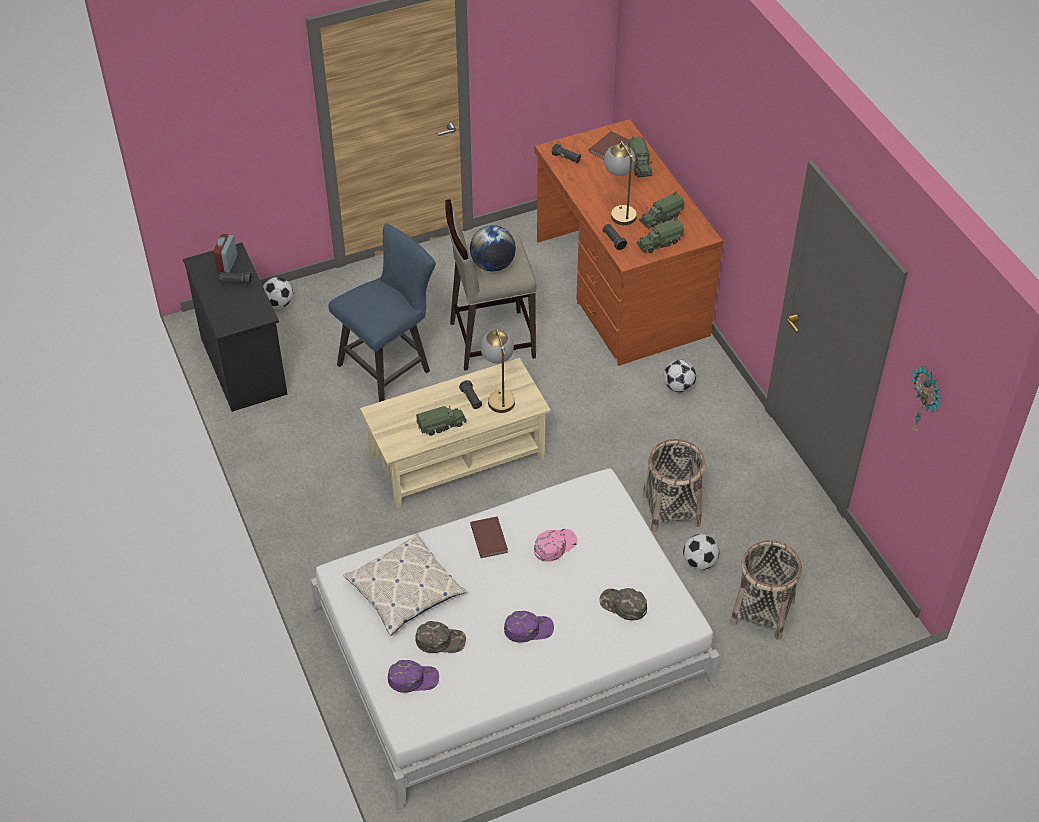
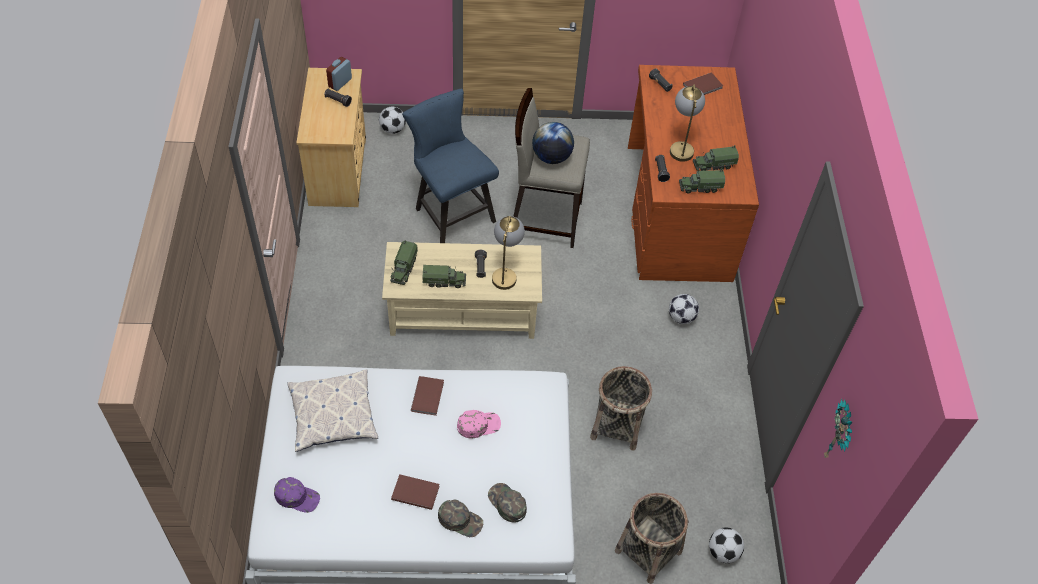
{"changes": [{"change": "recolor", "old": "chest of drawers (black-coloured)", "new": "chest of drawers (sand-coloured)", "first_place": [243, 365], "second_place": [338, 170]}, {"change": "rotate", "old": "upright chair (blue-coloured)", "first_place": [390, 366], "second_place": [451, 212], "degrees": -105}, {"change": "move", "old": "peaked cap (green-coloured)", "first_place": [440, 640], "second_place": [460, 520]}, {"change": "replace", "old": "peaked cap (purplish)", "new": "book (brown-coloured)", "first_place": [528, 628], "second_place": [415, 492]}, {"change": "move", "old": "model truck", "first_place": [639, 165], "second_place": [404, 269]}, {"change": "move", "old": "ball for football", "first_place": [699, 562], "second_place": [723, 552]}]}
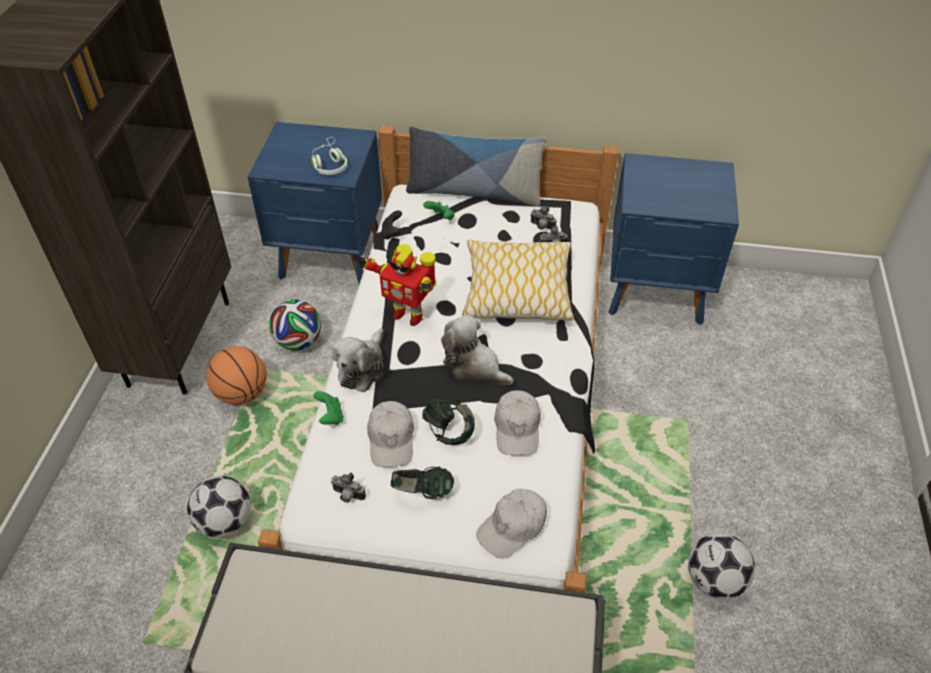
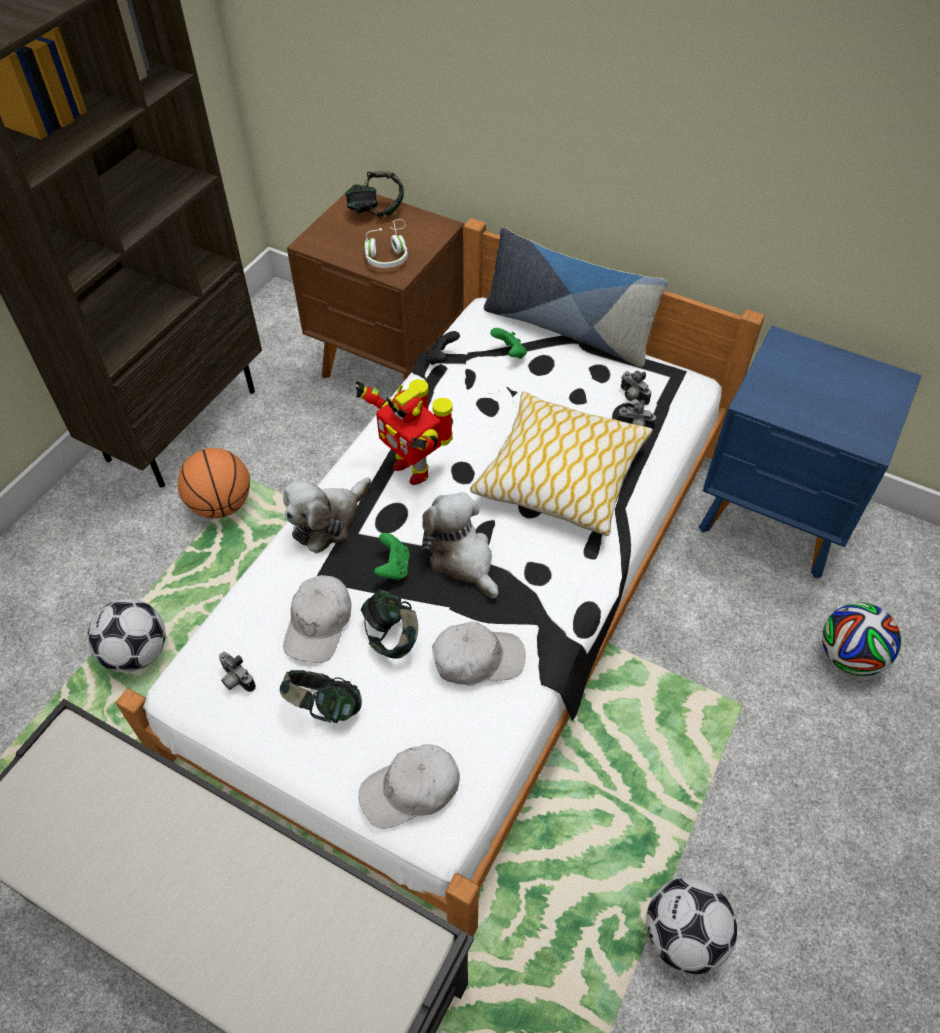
{"changes": [{"change": "recolor", "old": "nightstand (blue-coloured)", "new": "nightstand (brown-coloured)", "first_place": [332, 258], "second_place": [391, 367]}, {"change": "move", "old": "ball for football", "first_place": [298, 342], "second_place": [849, 657]}, {"change": "move", "old": "game controller (green-coloured)", "first_place": [330, 416], "second_place": [393, 567]}, {"change": "rotate", "old": "peaked cap (white-coloured)", "first_place": [517, 428], "second_place": [477, 659], "degrees": -120}, {"change": "insert", "new": "pair of headphones", "second_place": [376, 211]}]}
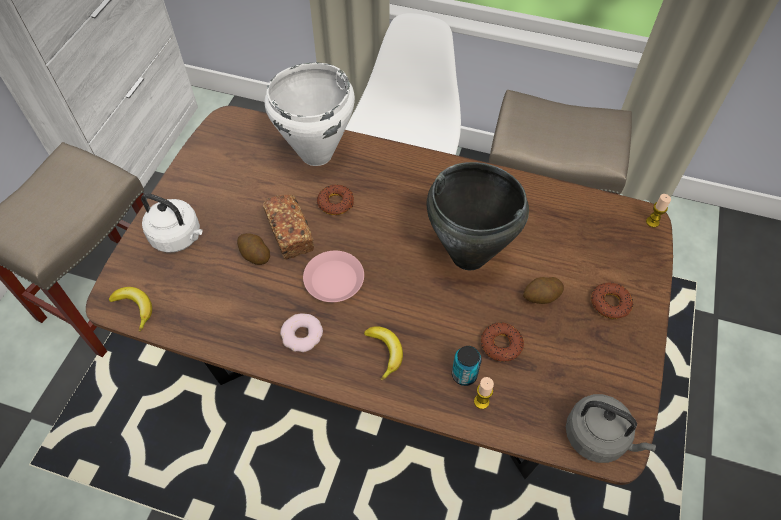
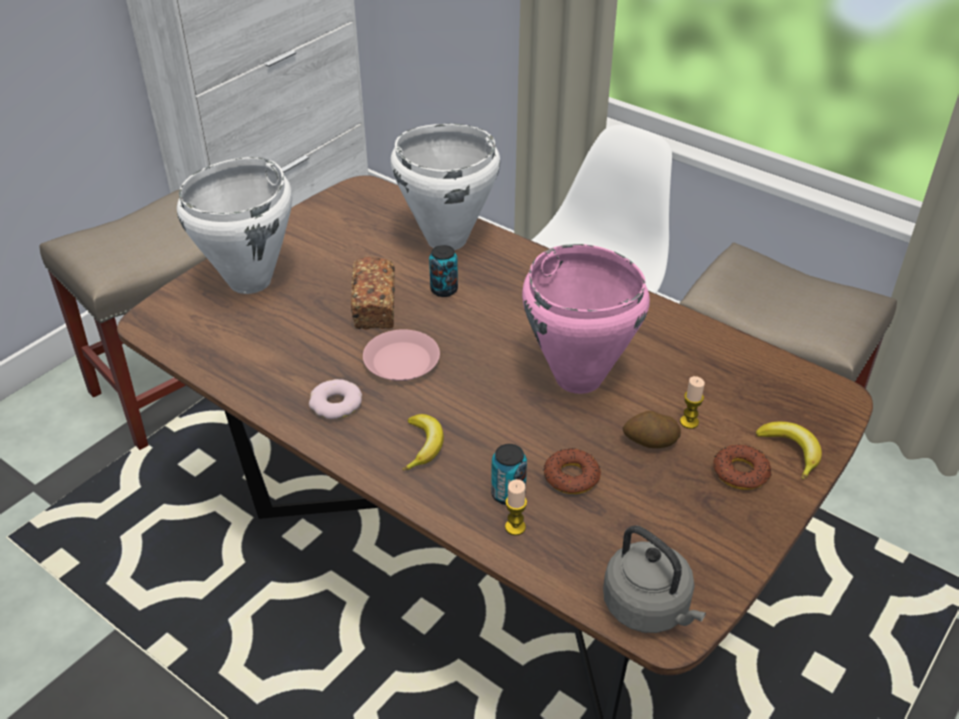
{"changes": [{"change": "move", "old": "banana", "first_place": [135, 307], "second_place": [791, 451]}, {"change": "replace", "old": "tea kettle (white-coloured)", "new": "cooking pot (white-coloured)", "first_place": [179, 237], "second_place": [251, 281]}, {"change": "delete", "old": "spud", "first_place": [255, 255]}, {"change": "replace", "old": "donut", "new": "sealed can", "first_place": [336, 203], "second_place": [444, 290]}, {"change": "recolor", "old": "cooking pot (black-coloured)", "new": "cooking pot (pink-coloured)", "first_place": [469, 256], "second_place": [578, 379]}, {"change": "move", "old": "candle", "first_place": [652, 222], "second_place": [689, 422]}]}
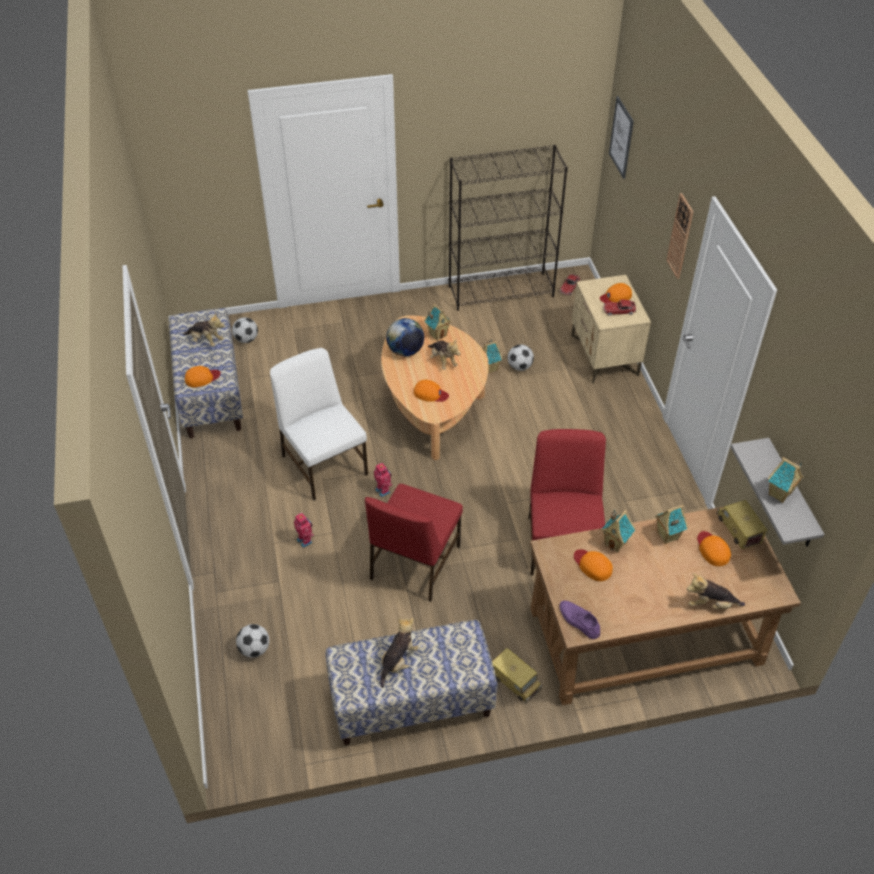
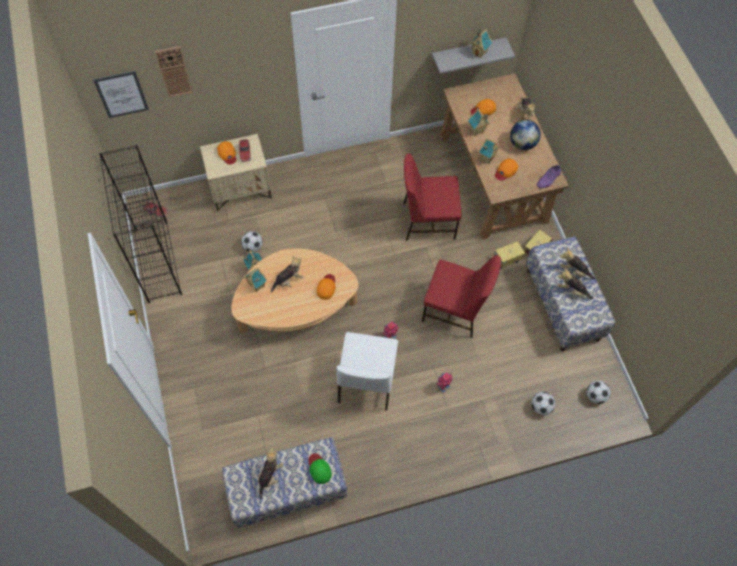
{"changes": [{"change": "recolor", "old": "peaked cap (orange)", "new": "peaked cap (green-coloured)", "first_place": [202, 378], "second_place": [319, 469]}, {"change": "move", "old": "ball for football", "first_place": [246, 339], "second_place": [595, 396]}, {"change": "rotate", "old": "upright chair (white-coloured)", "first_place": [324, 464], "second_place": [366, 382], "degrees": -45}, {"change": "move", "old": "globe", "first_place": [405, 351], "second_place": [522, 144]}, {"change": "move", "old": "wall clock", "first_place": [680, 236], "second_place": [174, 71]}, {"change": "move", "old": "model truck", "first_place": [738, 529], "second_place": [505, 259]}, {"change": "insert", "new": "plush toy", "second_place": [574, 270]}]}
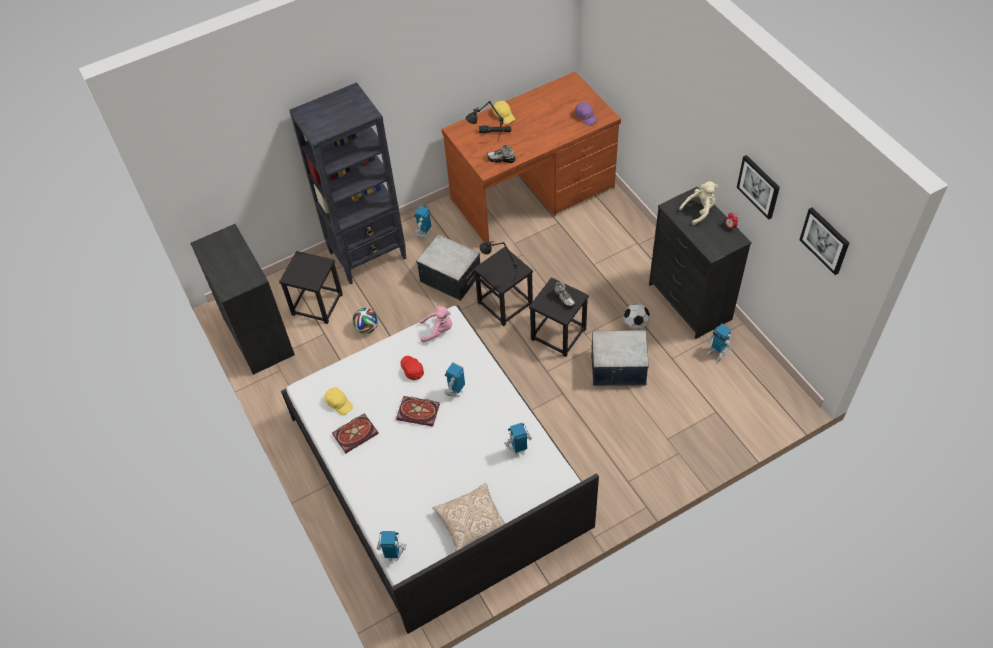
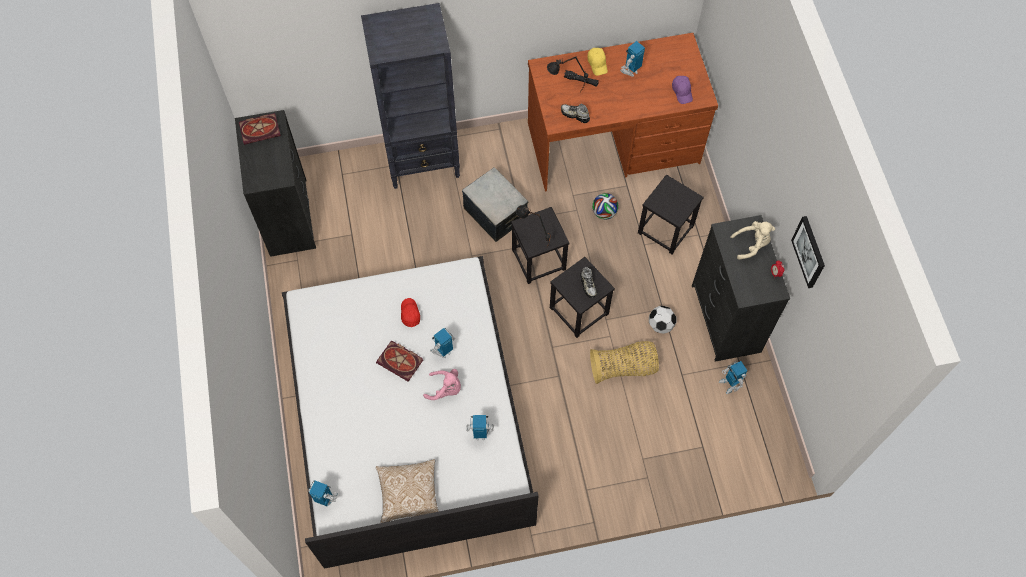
{"changes": [{"change": "move", "old": "stool seat (black-coloured)", "first_place": [317, 304], "second_place": [665, 229]}, {"change": "delete", "old": "peaked cap (yellow-coloured)", "first_place": [339, 403]}, {"change": "move", "old": "book", "first_place": [356, 433], "second_place": [261, 129]}, {"change": "move", "old": "ball for football", "first_place": [367, 328], "second_place": [604, 213]}, {"change": "move", "old": "toy robot", "first_place": [424, 233], "second_place": [631, 71]}, {"change": "move", "old": "plush toy (pink-coloured)", "first_place": [438, 330], "second_place": [445, 389]}, {"change": "replace", "old": "storage container", "new": "basket", "first_place": [618, 368], "second_place": [624, 368]}, {"change": "delete", "old": "picture", "first_place": [825, 240]}]}
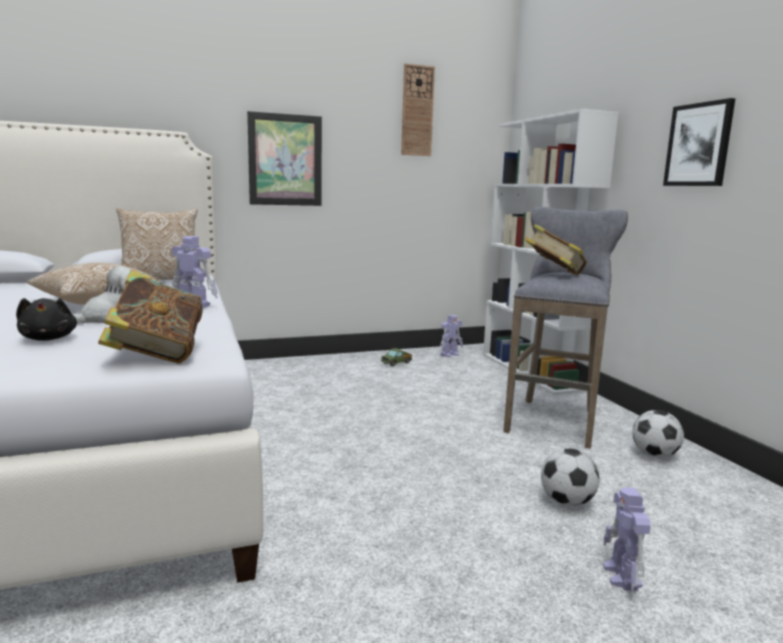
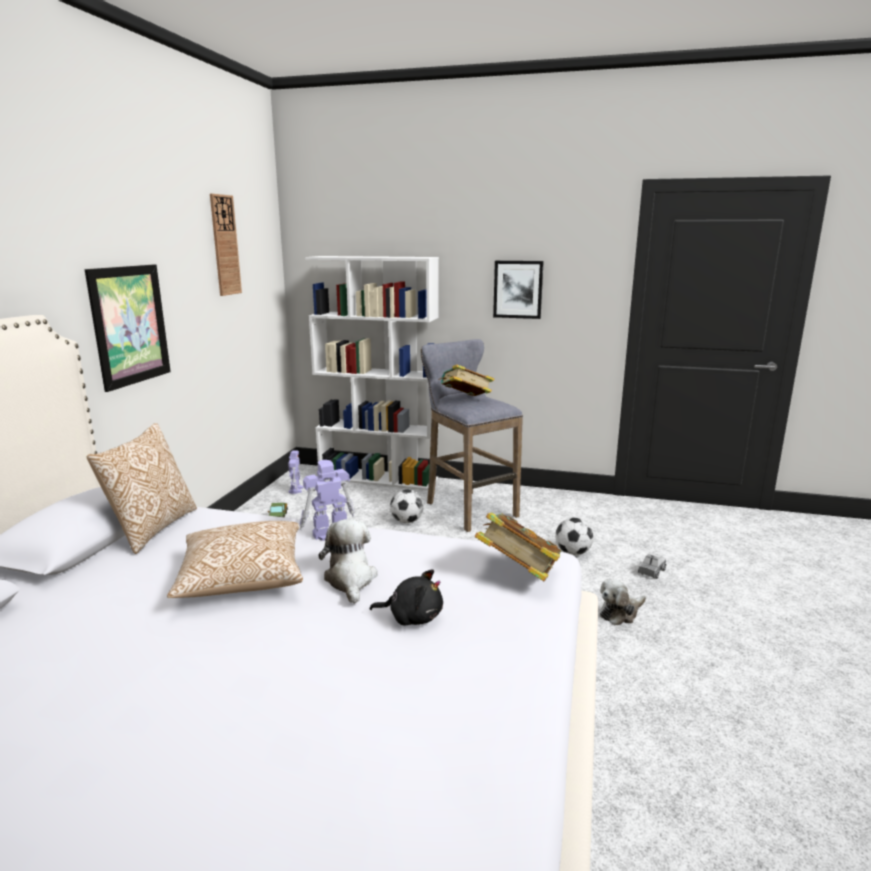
{"changes": [{"change": "replace", "old": "toy robot", "new": "model truck", "first_place": [622, 577], "second_place": [651, 572]}, {"change": "move", "old": "ball for football", "first_place": [654, 455], "second_place": [407, 521]}, {"change": "insert", "new": "plush toy", "second_place": [620, 613]}]}
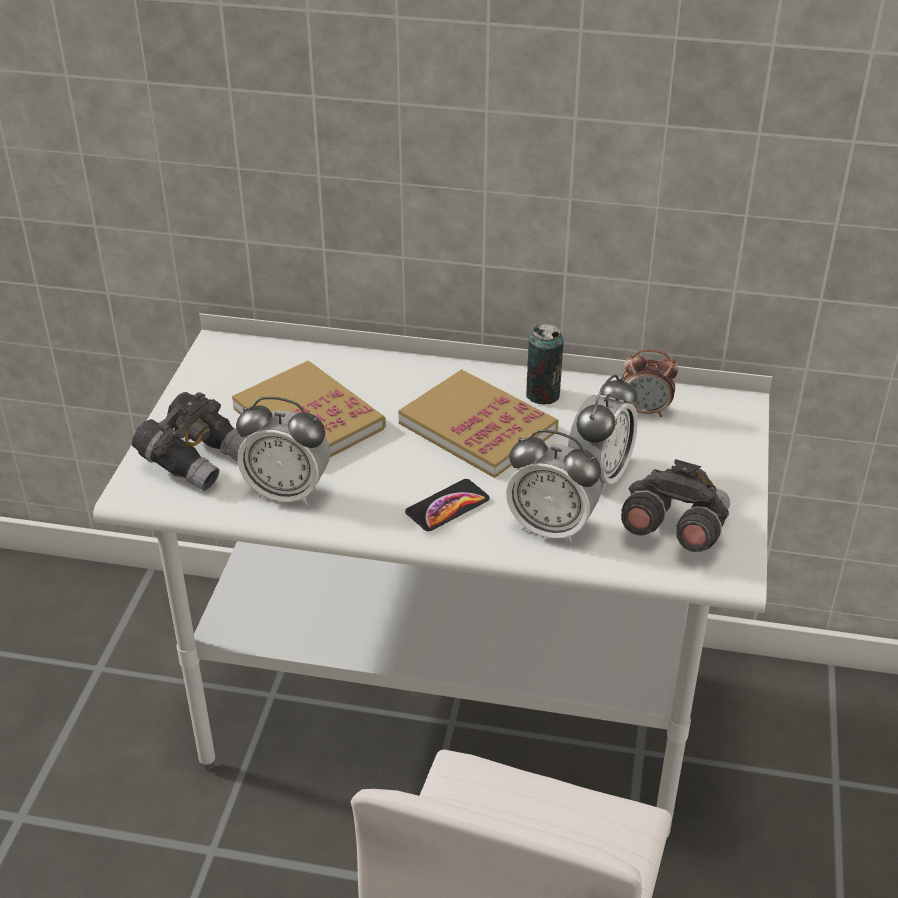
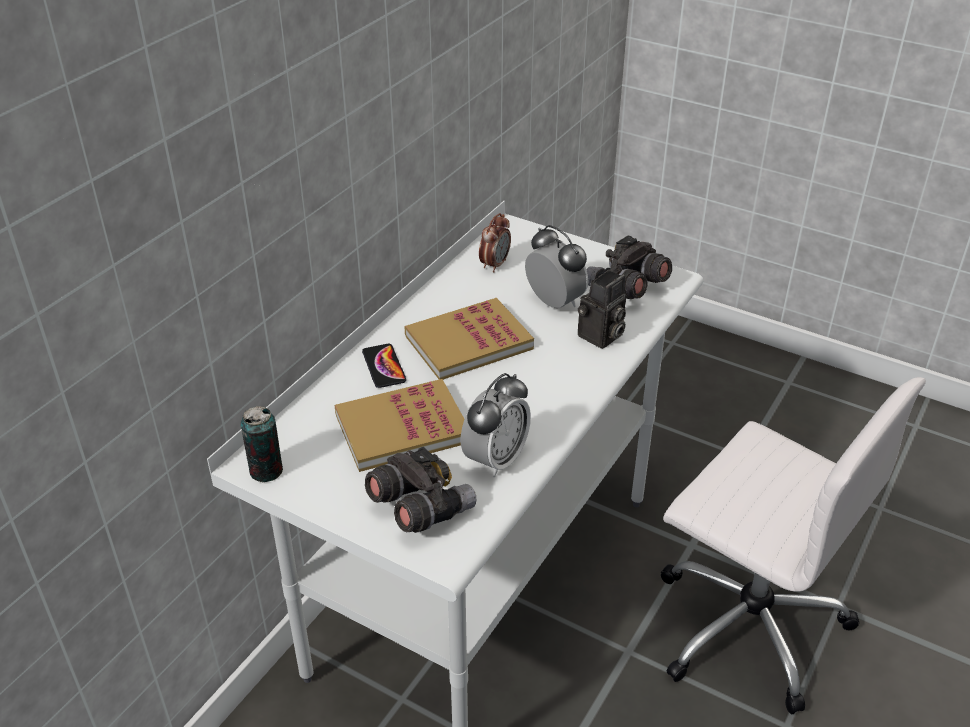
{"changes": [{"change": "move", "old": "handset", "first_place": [447, 506], "second_place": [384, 366]}, {"change": "replace", "old": "bedside clock", "new": "photo camera", "first_place": [551, 527], "second_place": [600, 337]}, {"change": "move", "old": "sealed can", "first_place": [542, 395], "second_place": [266, 471]}]}
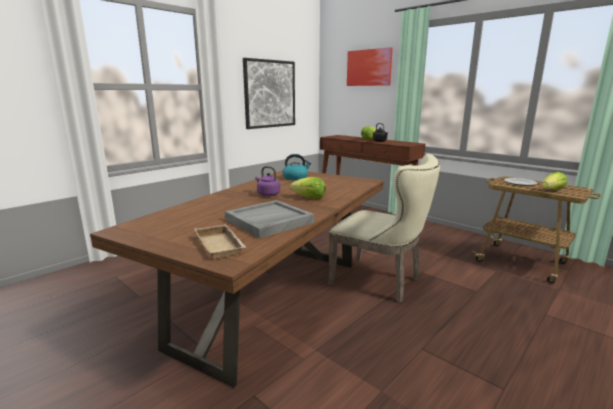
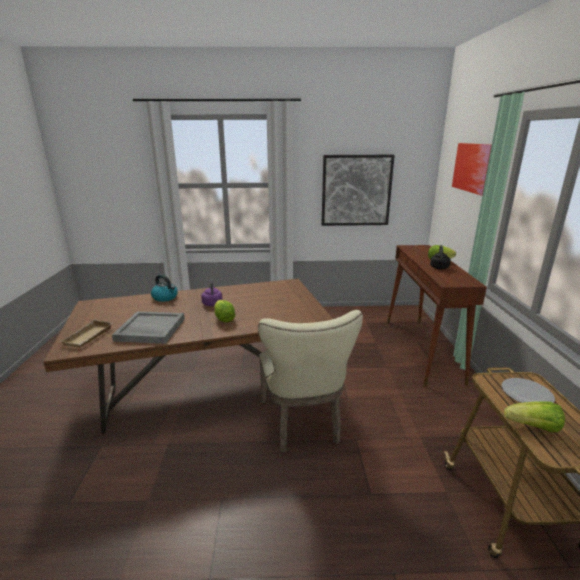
{"changes": [{"change": "move", "old": "tea kettle", "first_place": [295, 177], "second_place": [165, 297]}]}
